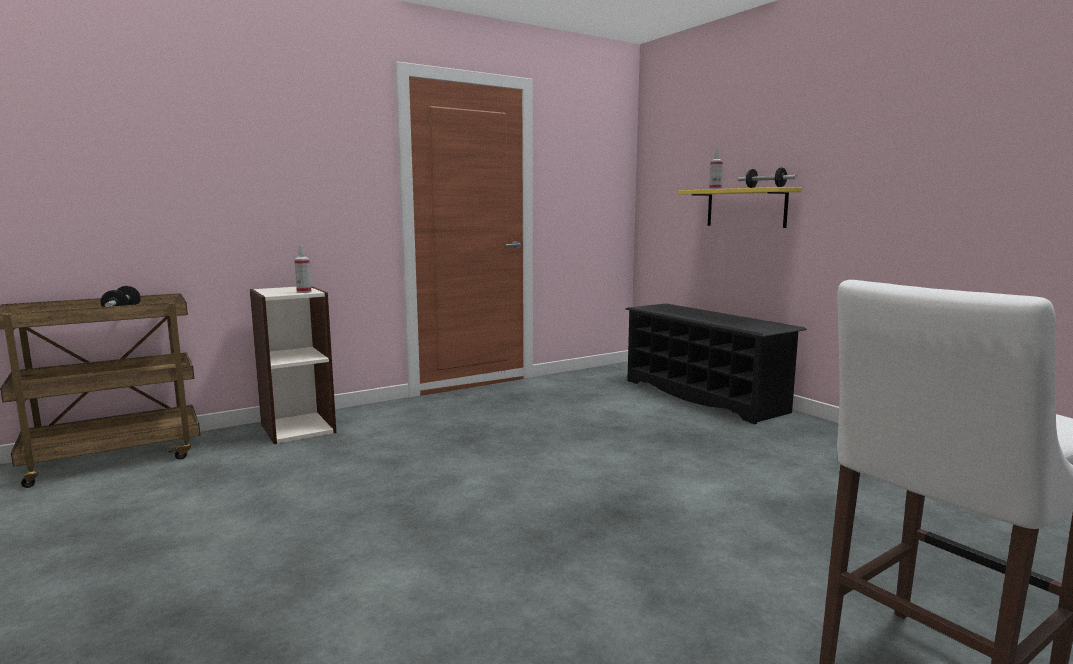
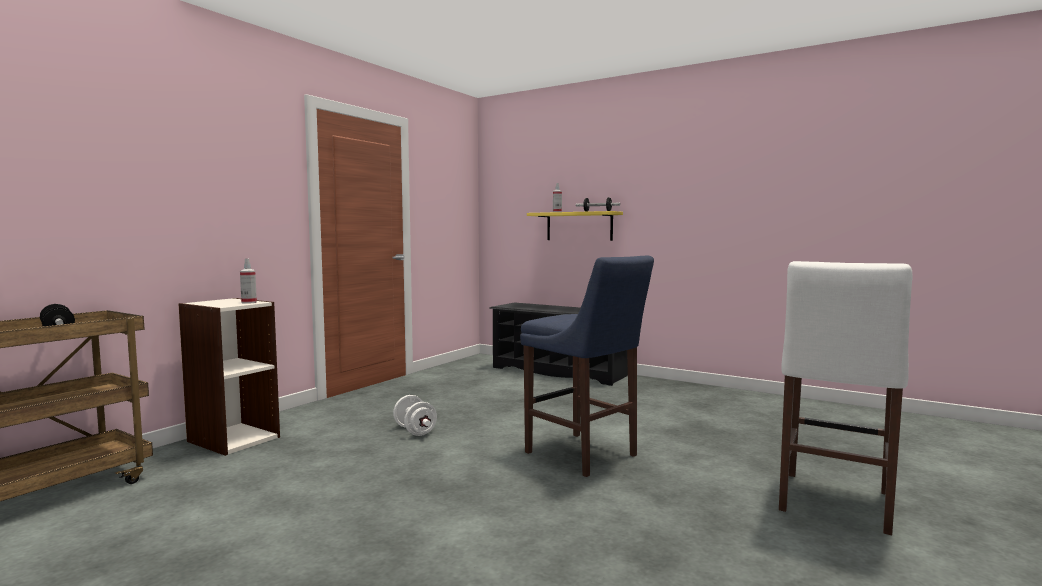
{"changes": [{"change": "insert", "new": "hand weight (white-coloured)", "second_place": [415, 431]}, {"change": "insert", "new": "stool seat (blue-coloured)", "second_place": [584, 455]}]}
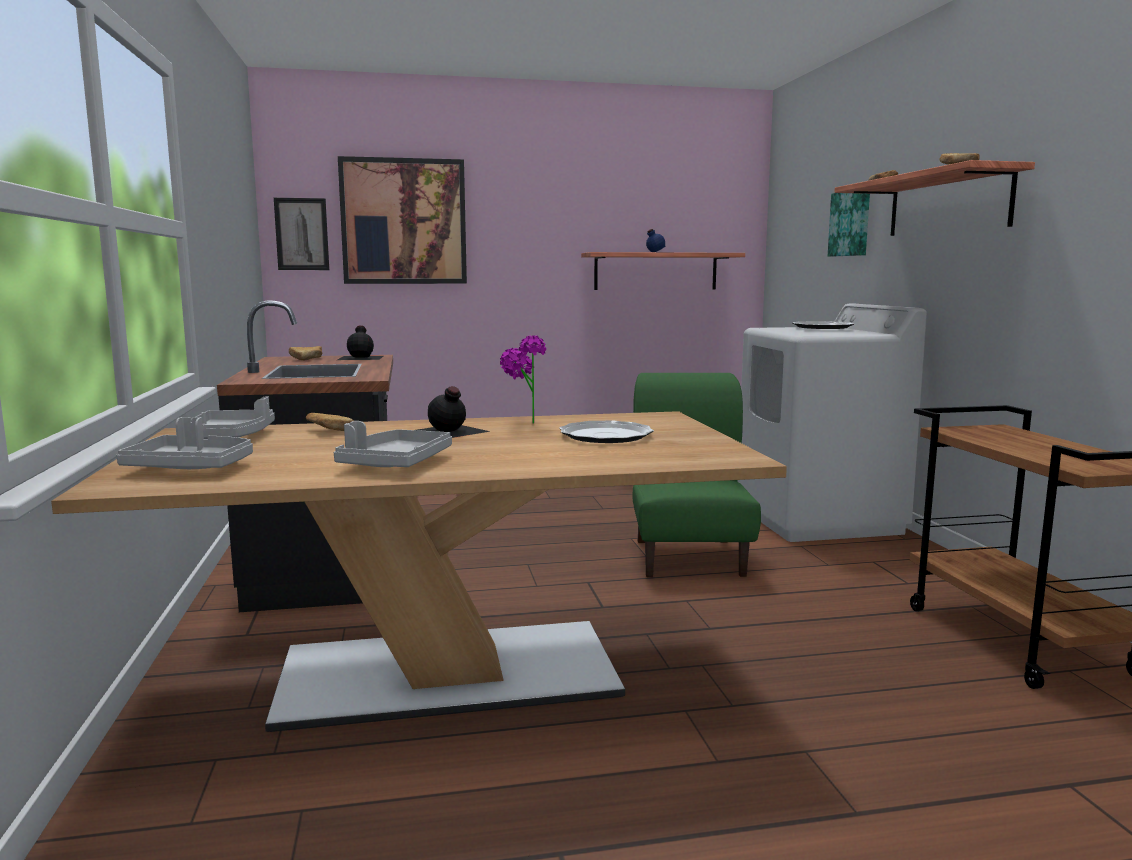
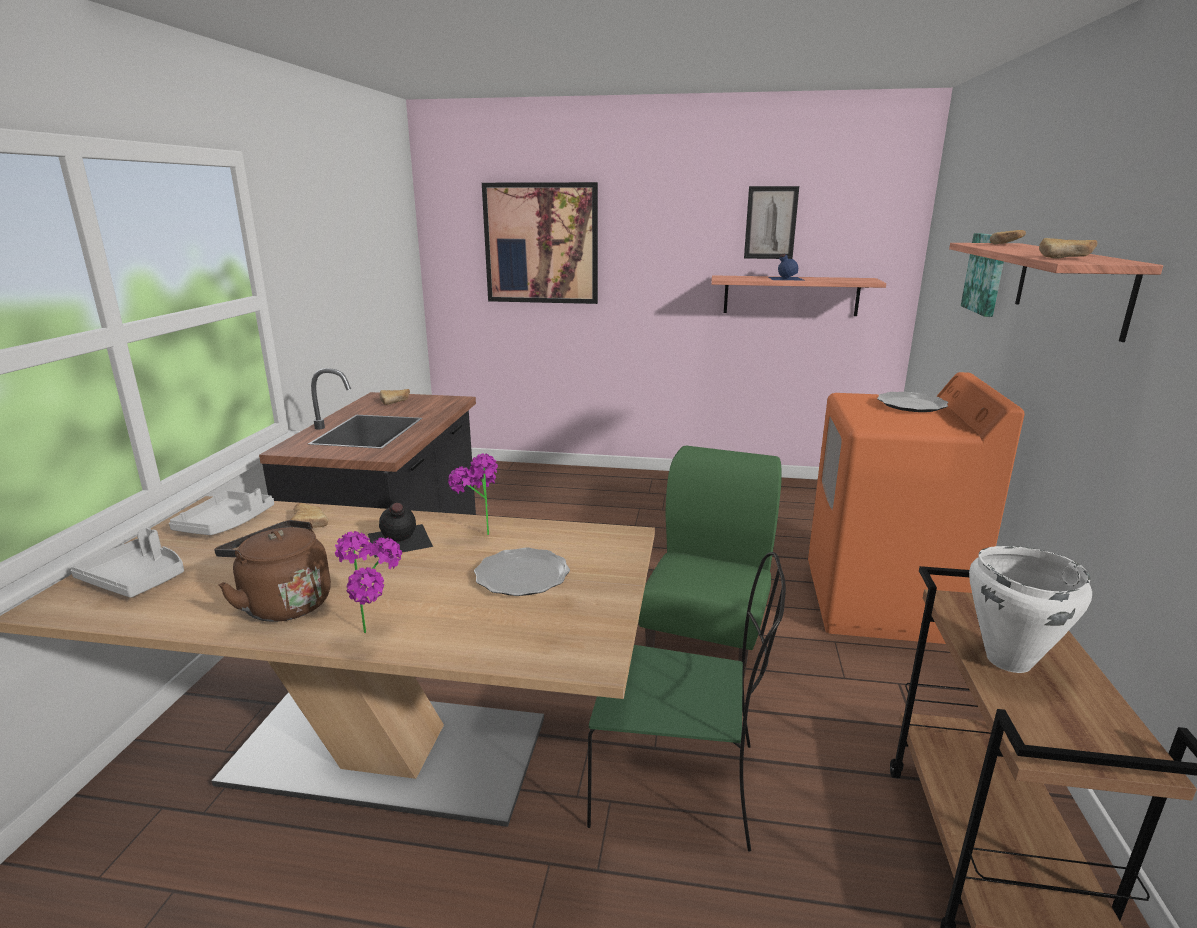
{"changes": [{"change": "move", "old": "picture", "first_place": [302, 234], "second_place": [770, 223]}, {"change": "replace", "old": "serving tray (greyish)", "new": "tea kettle (brown-coloured)", "first_place": [395, 463], "second_place": [283, 604]}, {"change": "delete", "old": "beverage bottle (black-coloured)", "first_place": [362, 357]}, {"change": "recolor", "old": "laundry machine (white-coloured)", "new": "laundry machine (orange)", "first_place": [818, 520], "second_place": [883, 604]}, {"change": "insert", "new": "plant in a pot", "second_place": [379, 633]}, {"change": "insert", "new": "upright chair (green-coloured)", "second_place": [679, 785]}, {"change": "insert", "new": "cooking pot (white-coloured)", "second_place": [1007, 660]}]}
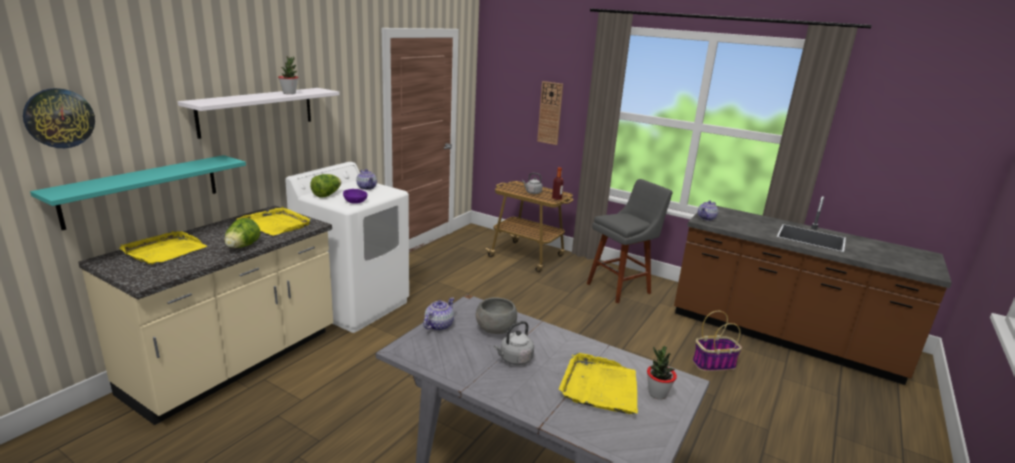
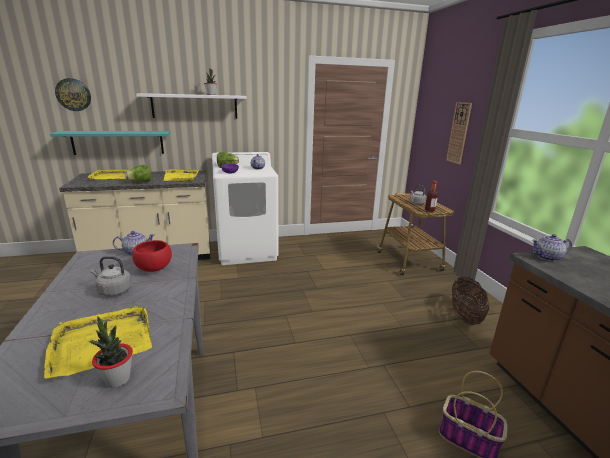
{"changes": [{"change": "recolor", "old": "deep dish (greyish)", "new": "deep dish (red)", "first_place": [495, 330], "second_place": [154, 269]}, {"change": "replace", "old": "stool seat (greyish)", "new": "basket", "first_place": [621, 288], "second_place": [465, 316]}]}
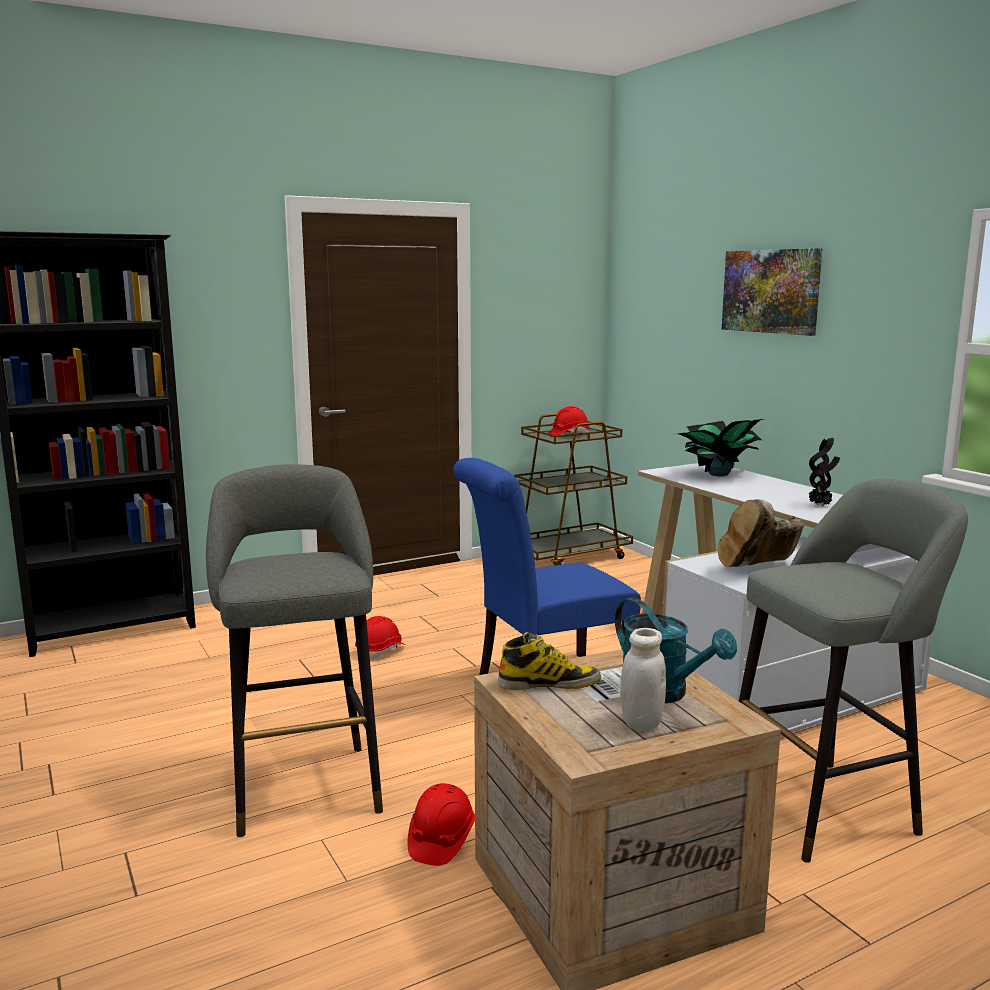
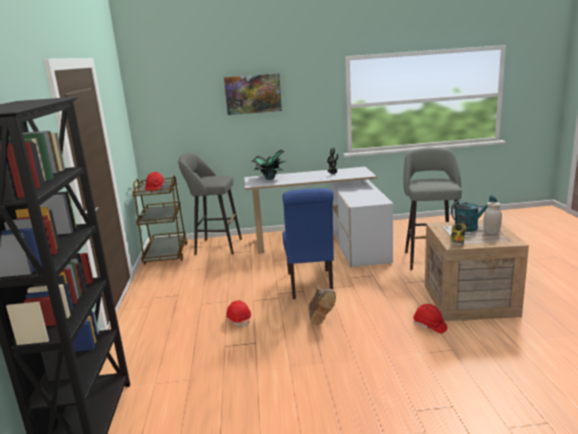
{"changes": [{"change": "move", "old": "stool seat (greyish)", "first_place": [303, 783], "second_place": [215, 247]}, {"change": "move", "old": "boot (brown-coloured)", "first_place": [758, 569], "second_place": [320, 318]}]}
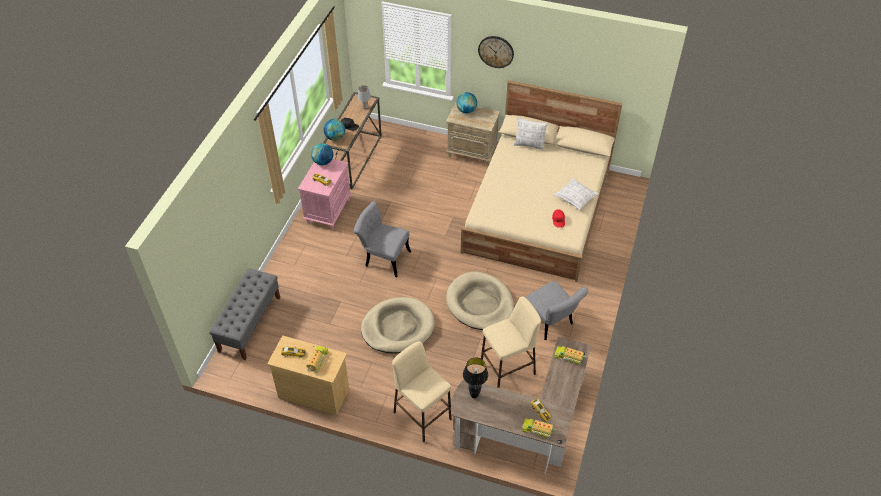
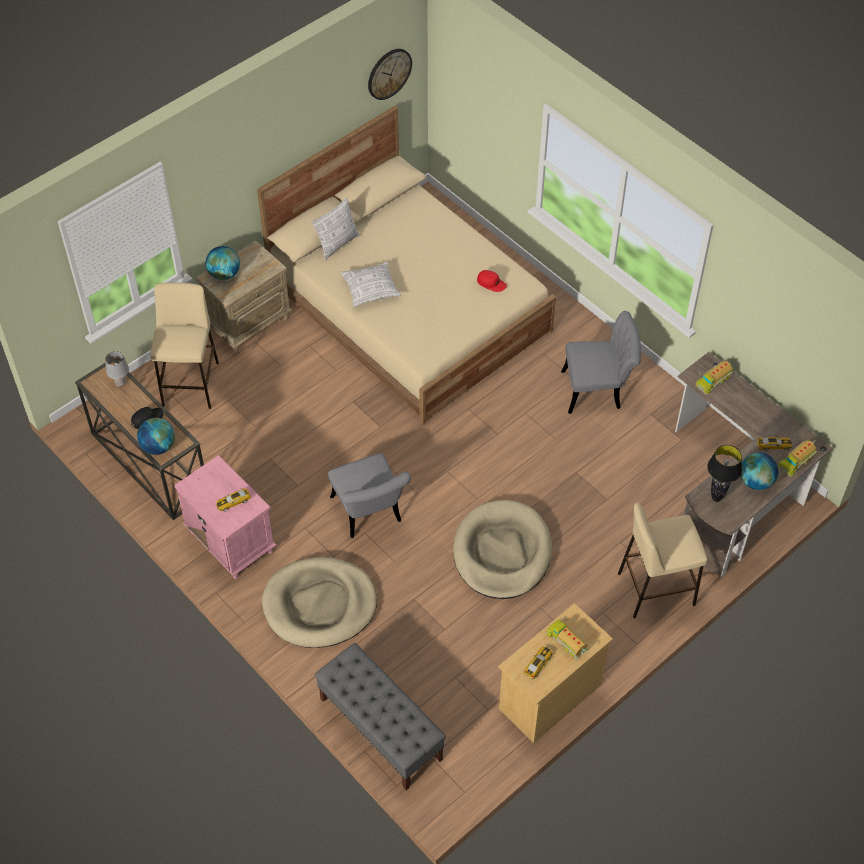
{"changes": [{"change": "move", "old": "globe", "first_place": [323, 162], "second_place": [755, 481]}, {"change": "rotate", "old": "upright chair (greyish)", "first_place": [383, 257], "second_place": [369, 515], "degrees": -75}, {"change": "move", "old": "dog cushion (sand-coloured)", "first_place": [480, 303], "second_place": [319, 605]}, {"change": "move", "old": "wall clock", "first_place": [496, 51], "second_place": [389, 73]}, {"change": "move", "old": "stool seat (sand-coloured)", "first_place": [508, 368], "second_place": [191, 383]}, {"change": "move", "old": "pillow", "first_place": [575, 198], "second_place": [371, 289]}]}
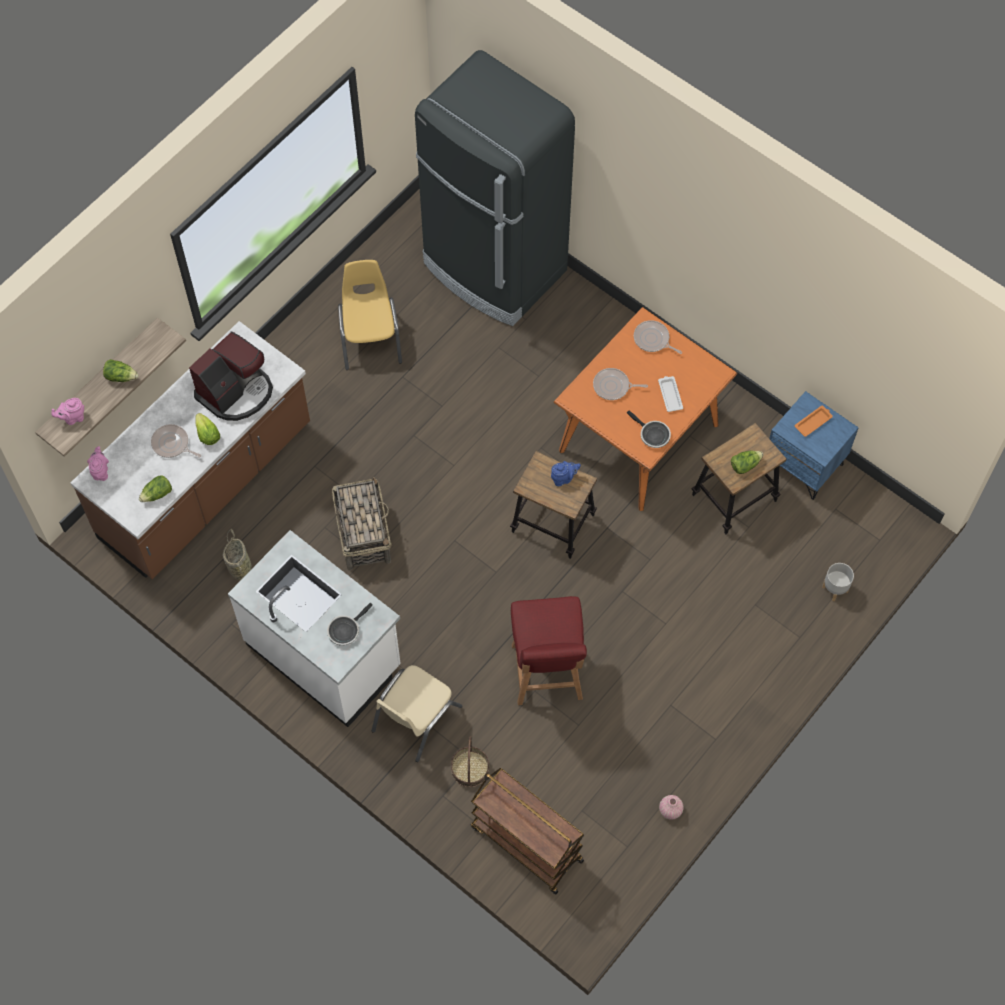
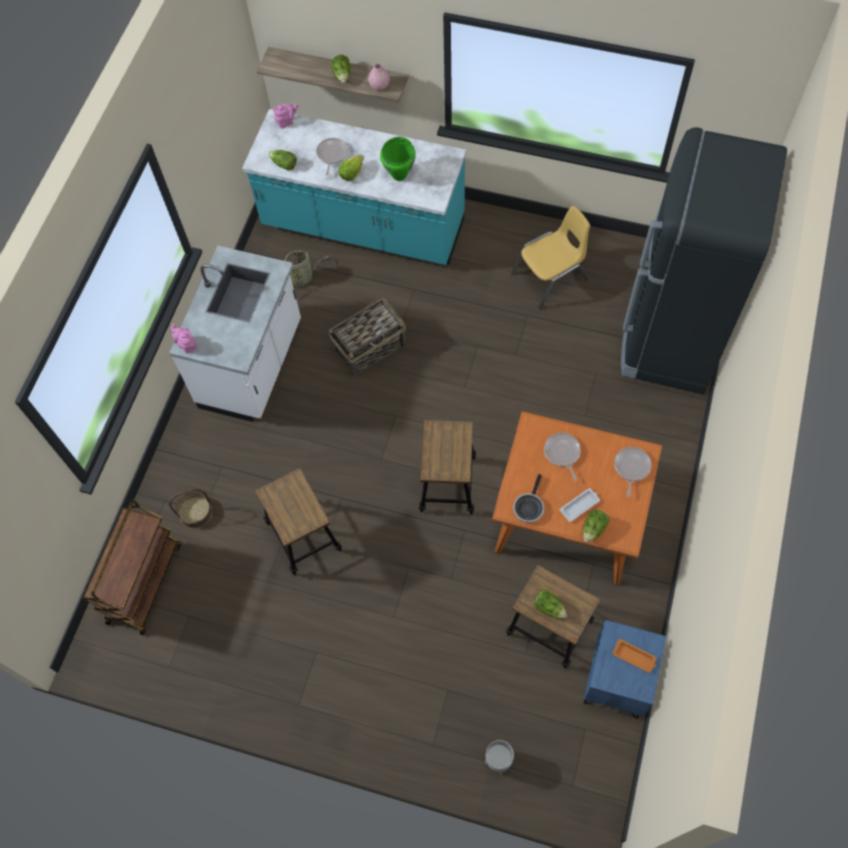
{"changes": [{"change": "move", "old": "tea pot (pink-coloured)", "first_place": [73, 418], "second_place": [187, 345]}, {"change": "recolor", "old": "kitchen base unit (brown-coloured)", "new": "kitchen base unit (turquoise)", "first_place": [207, 483], "second_place": [363, 226]}, {"change": "replace", "old": "coffee maker", "new": "cooking pot (green-coloured)", "first_place": [236, 392], "second_place": [399, 175]}, {"change": "delete", "old": "frying pan", "first_place": [345, 630]}, {"change": "delete", "old": "upright chair (sand-coloured)", "first_place": [415, 718]}, {"change": "replace", "old": "upright chair (red)", "new": "stool seat", "first_place": [546, 674], "second_place": [304, 537]}, {"change": "delete", "old": "tea pot (blue-coloured)", "first_place": [563, 478]}, {"change": "move", "old": "flower vase (pink-coloured)", "first_place": [670, 810], "second_place": [379, 86]}, {"change": "insert", "new": "lettuce head", "second_place": [594, 529]}]}
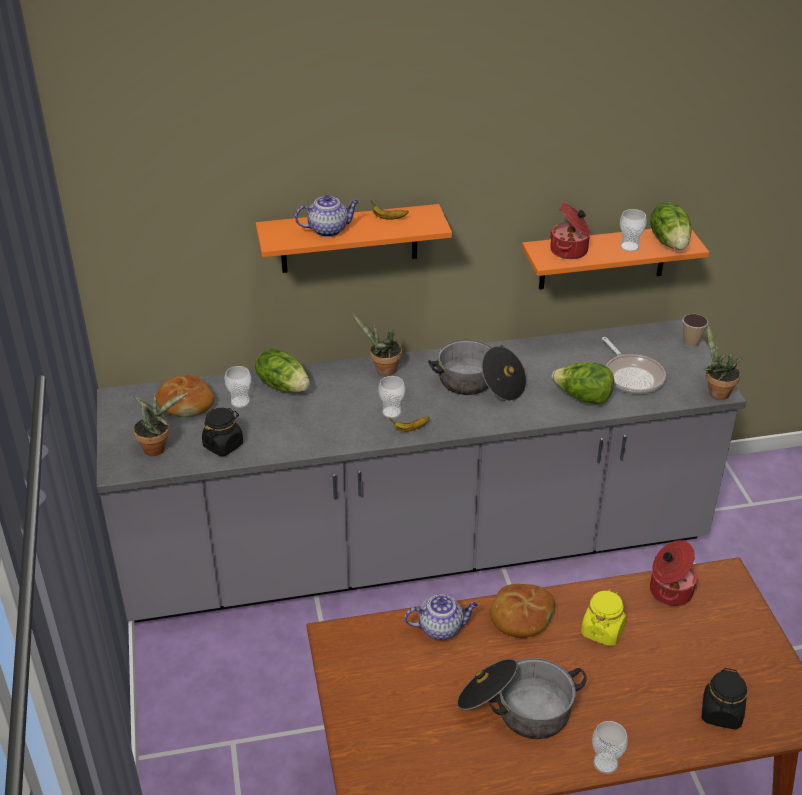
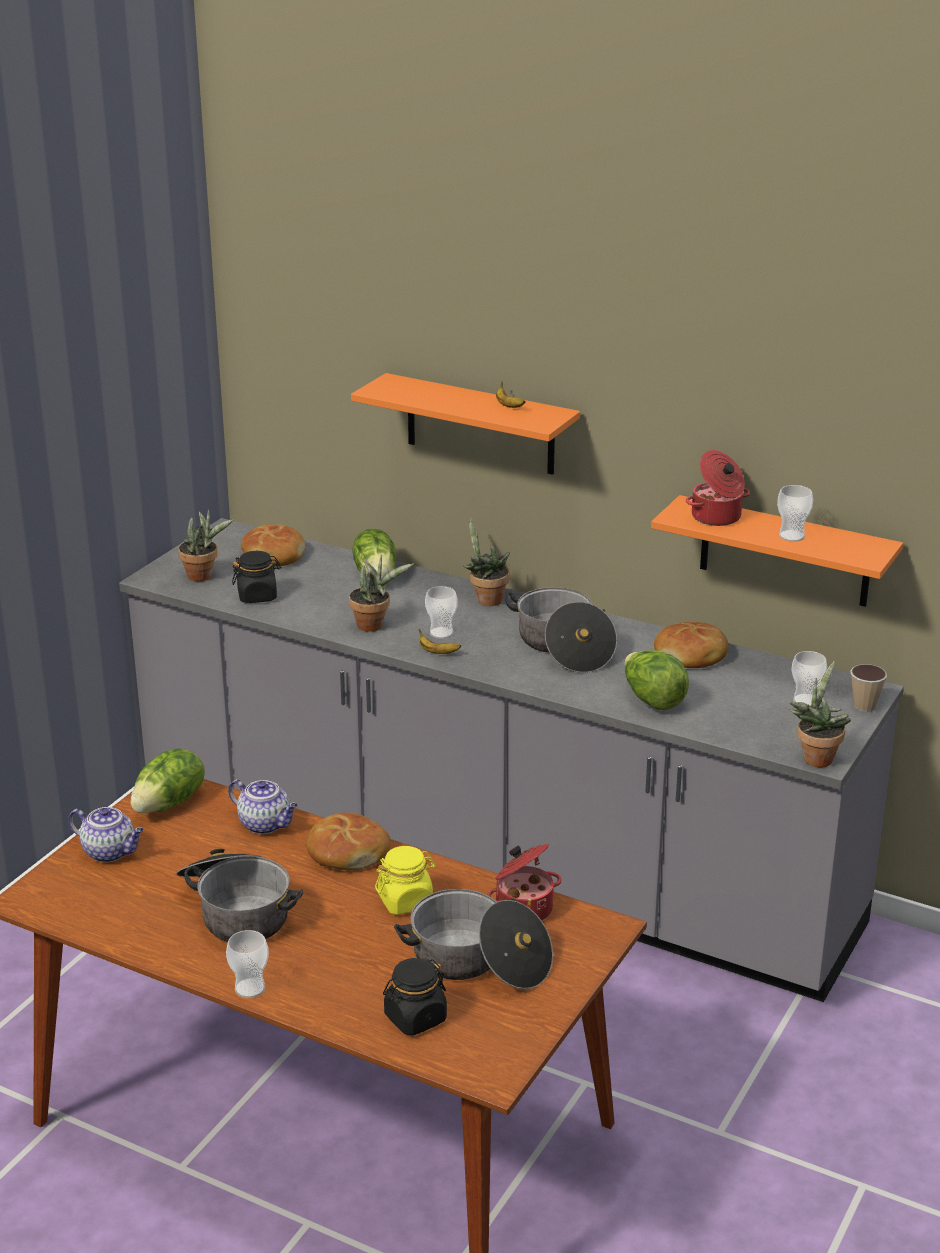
{"changes": [{"change": "move", "old": "drinking cup", "first_place": [240, 402], "second_place": [805, 700]}, {"change": "move", "old": "tea pot", "first_place": [328, 230], "second_place": [110, 852]}, {"change": "delete", "old": "frying pan", "first_place": [632, 376]}, {"change": "move", "old": "lettuce head", "first_place": [670, 242], "second_place": [170, 803]}, {"change": "insert", "new": "plant in a pot", "second_place": [374, 625]}, {"change": "insert", "new": "cooking pot", "second_place": [478, 962]}, {"change": "insert", "new": "baked bread", "second_place": [692, 656]}]}
